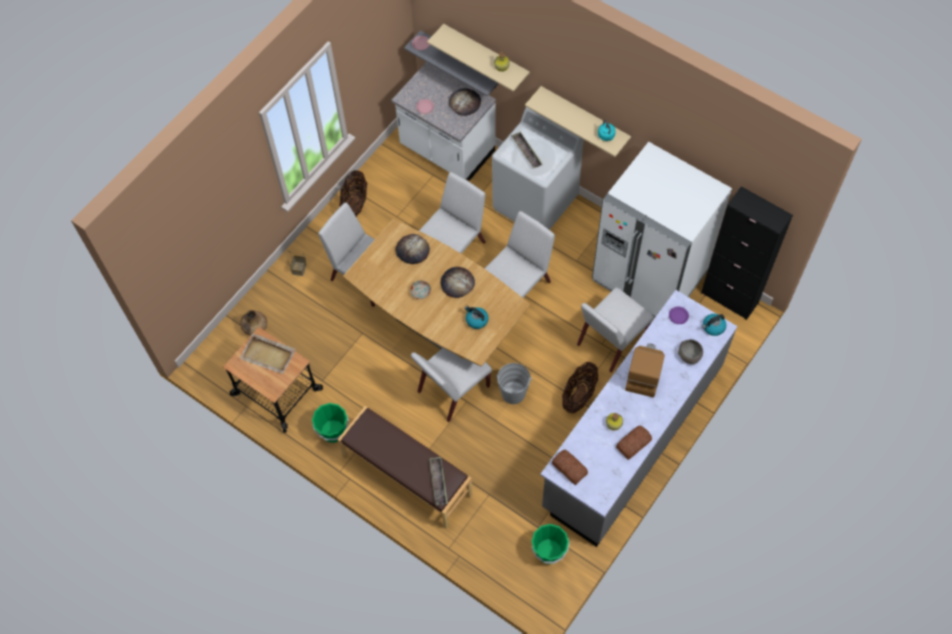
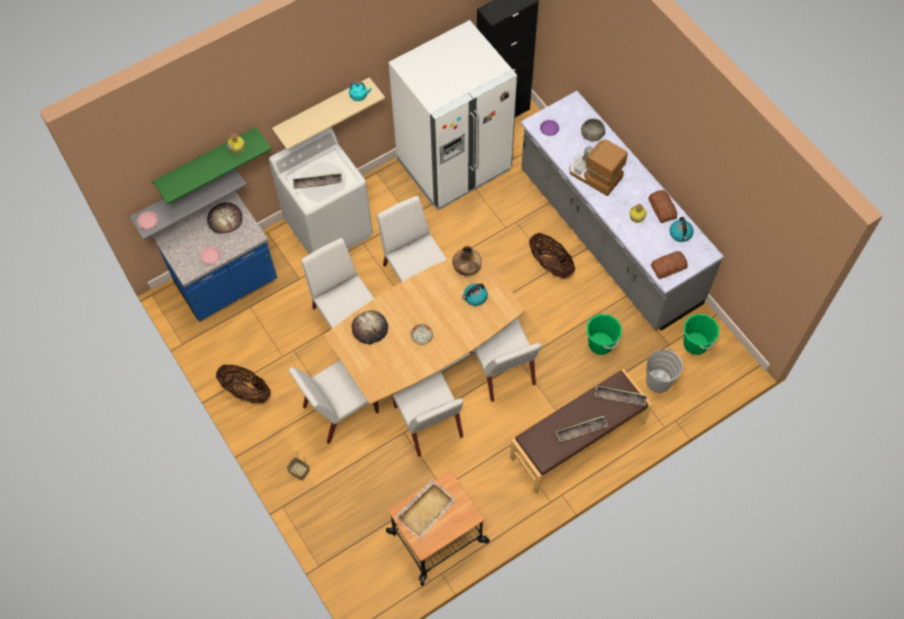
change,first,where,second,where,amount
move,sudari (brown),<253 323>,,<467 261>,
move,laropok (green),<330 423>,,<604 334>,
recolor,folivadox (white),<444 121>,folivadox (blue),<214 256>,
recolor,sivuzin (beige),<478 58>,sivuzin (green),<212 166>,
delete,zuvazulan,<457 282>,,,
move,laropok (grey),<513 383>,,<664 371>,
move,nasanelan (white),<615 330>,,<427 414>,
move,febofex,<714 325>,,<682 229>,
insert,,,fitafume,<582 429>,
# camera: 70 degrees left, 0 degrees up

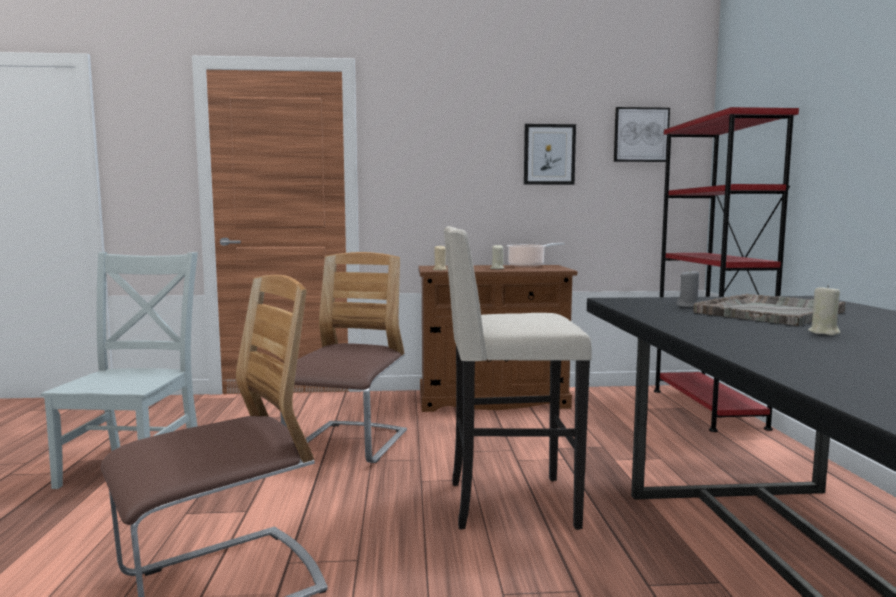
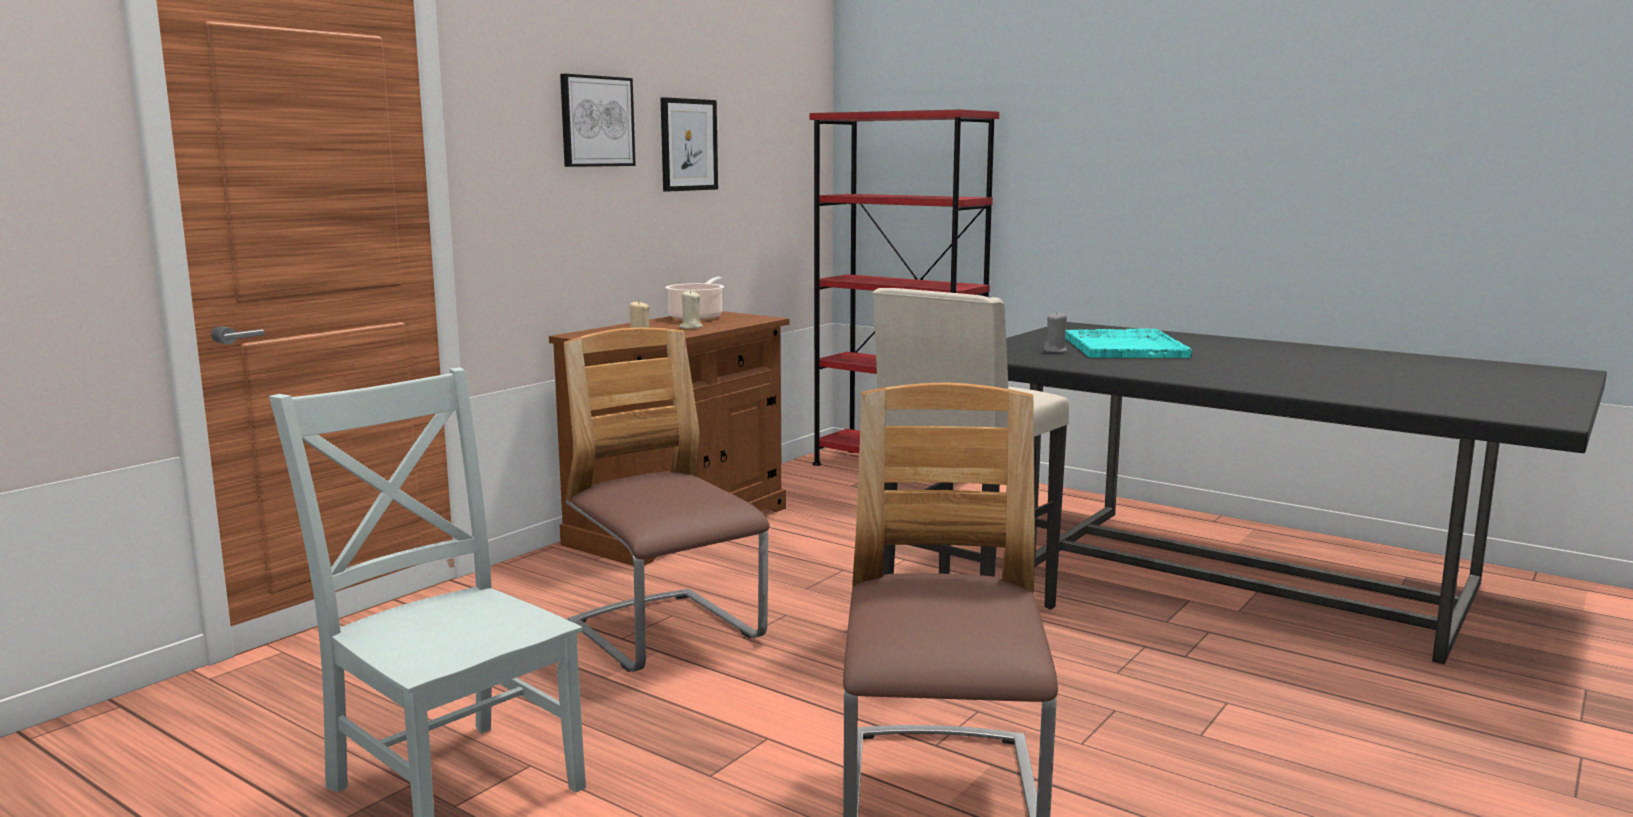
change,first,where,second,where,amount
move,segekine,<642 134>,,<598 120>,
recolor,fitafume (grey),<769 310>,fitafume (turquoise),<1128 343>,
delete,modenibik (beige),<824 310>,,,
# camera: 50 degrees left, 5 degrees up

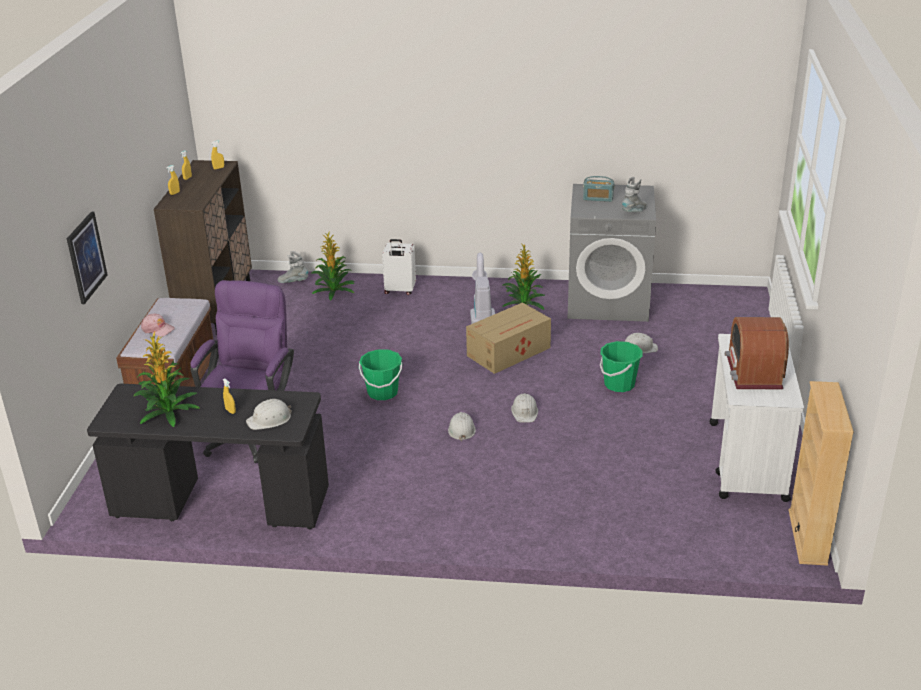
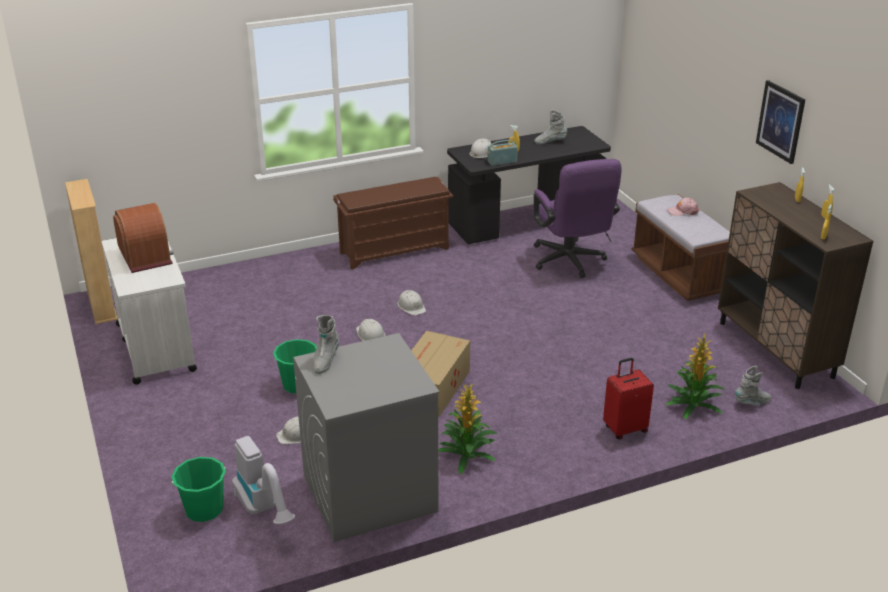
change,first,where,second,where,amount
move,segekine,<87 258>,,<780 122>,
replace,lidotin,<166 379>,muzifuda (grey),<551 127>,
move,laropok (green),<380 374>,,<198 489>,
recolor,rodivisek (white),<399 267>,rodivisek (red),<628 399>,
move,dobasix,<482 288>,,<263 480>,
move,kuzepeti,<599 189>,,<502 153>,
insert,,,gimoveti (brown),<393 223>,
# camera: 150 degrees right, 0 degrees up

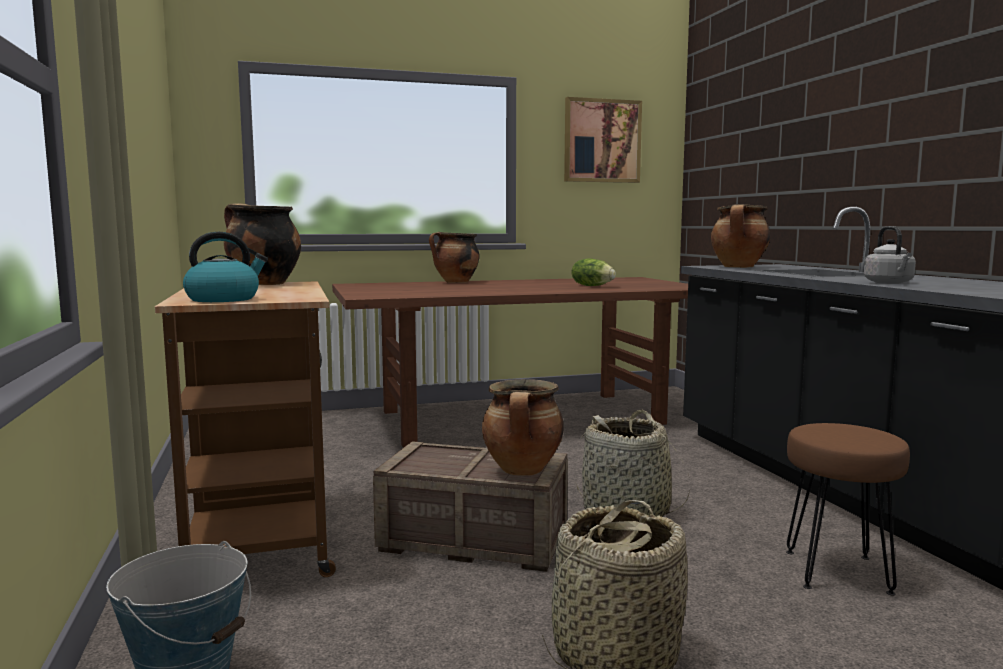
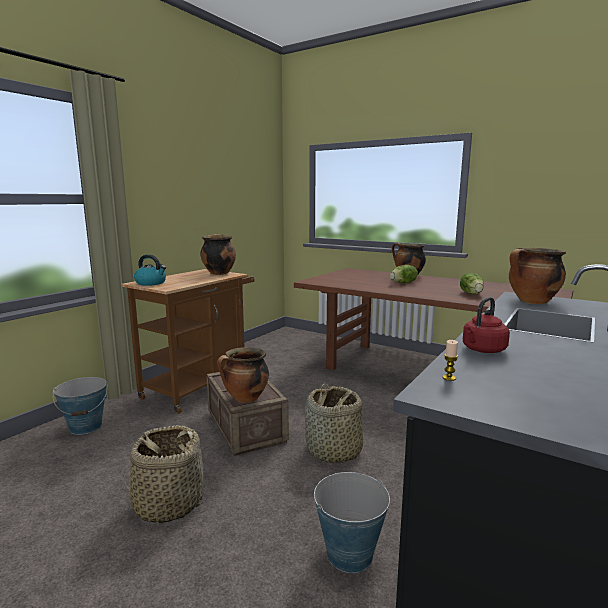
change,first,where,second,where,amount
delete,segekine,<603 140>,,,
replace,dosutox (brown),<848 509>,laropok,<351 522>,
recolor,febofex (grey),<890 255>,febofex (red),<486 325>,
insert,,,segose,<404 274>,
insert,,,modenibik,<450 360>,
# camera: 50 degrees right, 5 degrees up

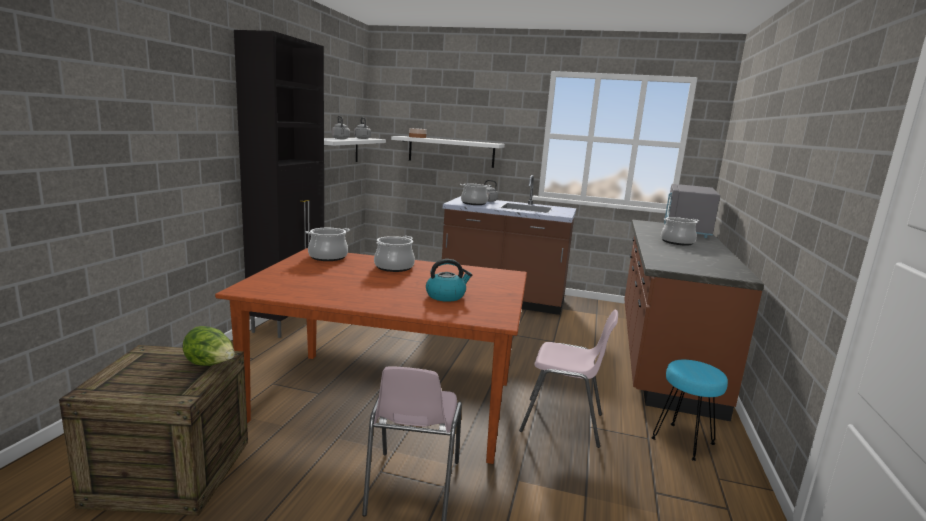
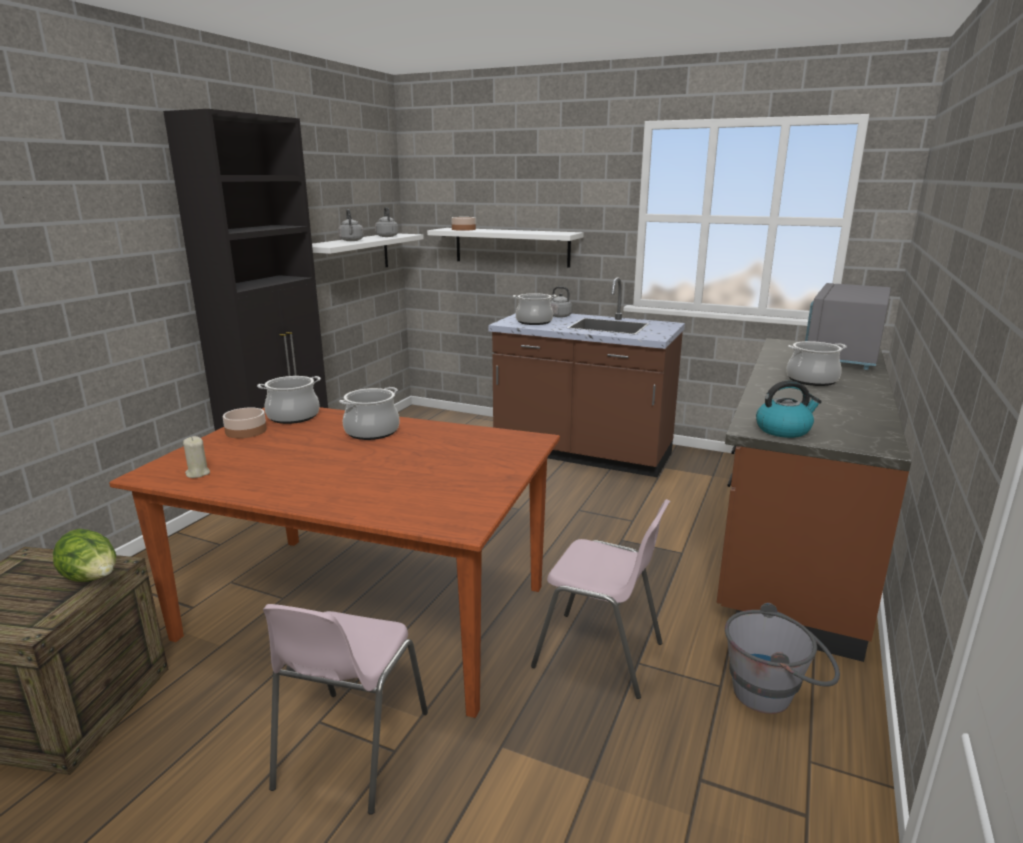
change,first,where,second,where,amount
move,febofex,<449 280>,,<789 409>,
replace,dosutox (turquoise),<689 410>,laropok (grey),<782 658>,
insert,,,modenibik (beige),<196 457>,
insert,,,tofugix,<245 422>,
# camera: 10 degrees right, 5 degrees up

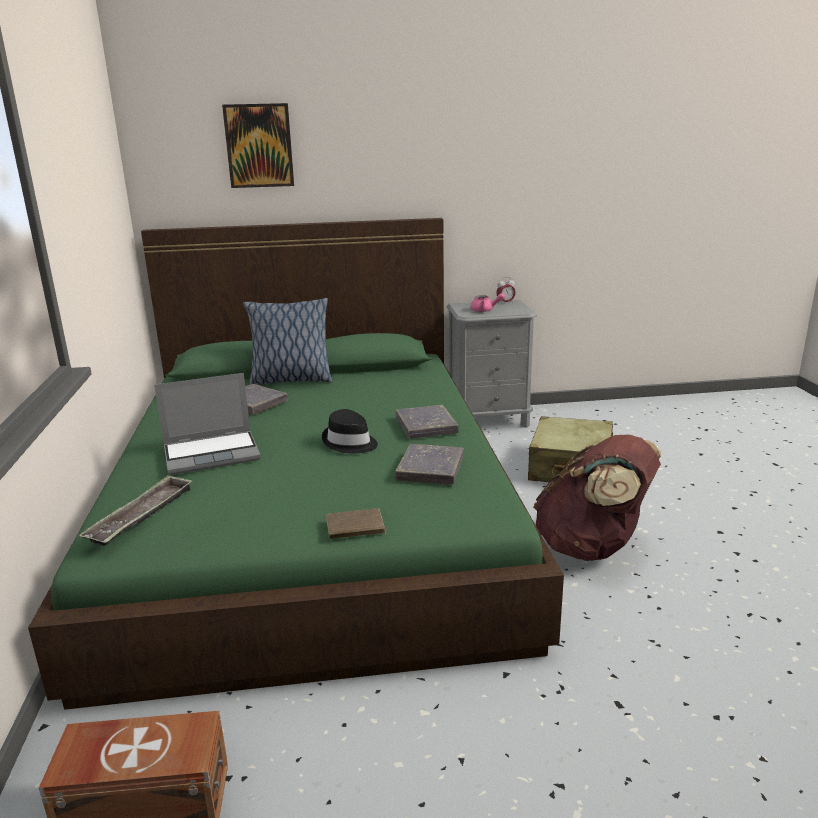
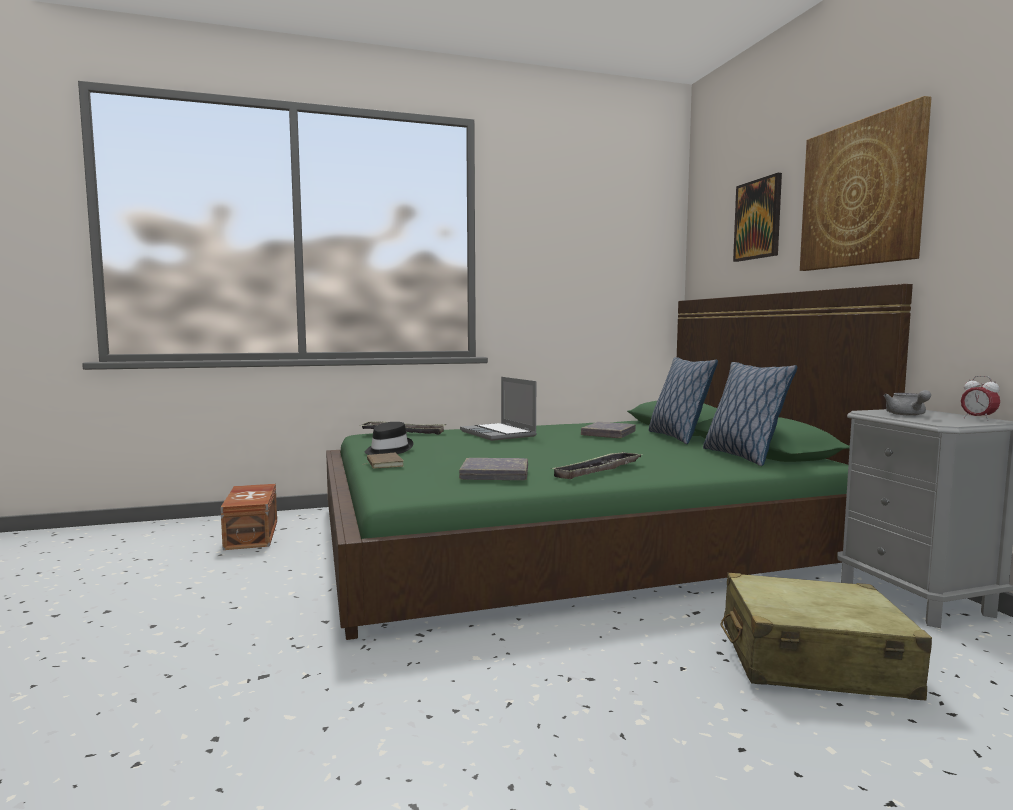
change,first,where,second,where,amount
move,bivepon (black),<350 431>,,<389 438>,
replace,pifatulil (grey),<427 422>,fitafume,<597 465>,
recolor,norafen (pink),<488 302>,norafen (grey),<907 403>,
delete,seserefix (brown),<597 498>,,,
insert,,,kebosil,<750 414>,
insert,,,segekine,<866 183>,
# camera: 80 degrees right, 15 degrees down

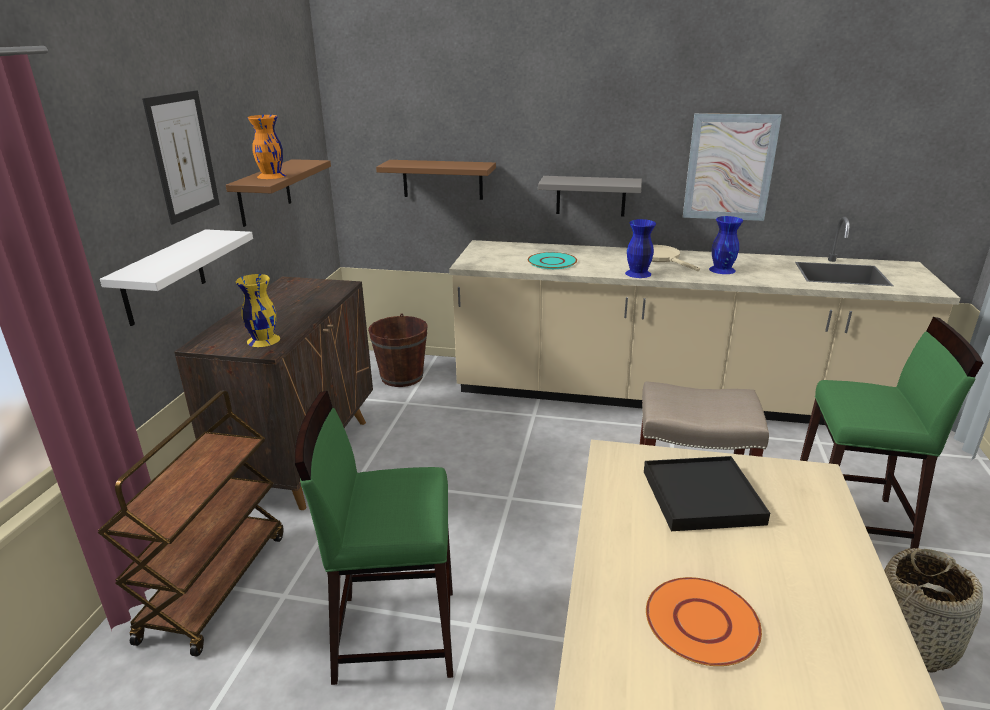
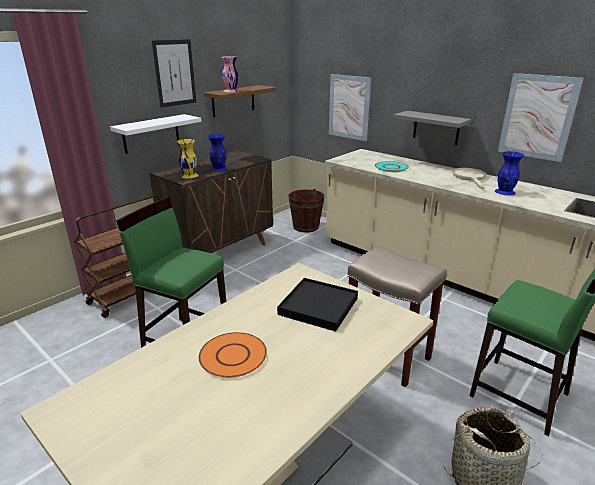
change,first,where,second,where,amount
recolor,sudari (orange),<267 147>,sudari (pink),<230 74>,
replace,sivuzin (brown),<436 180>,segekine,<350 107>,
move,sudari (blue),<640 248>,,<217 153>,
# camera: 30 degrees right, 0 degrees up

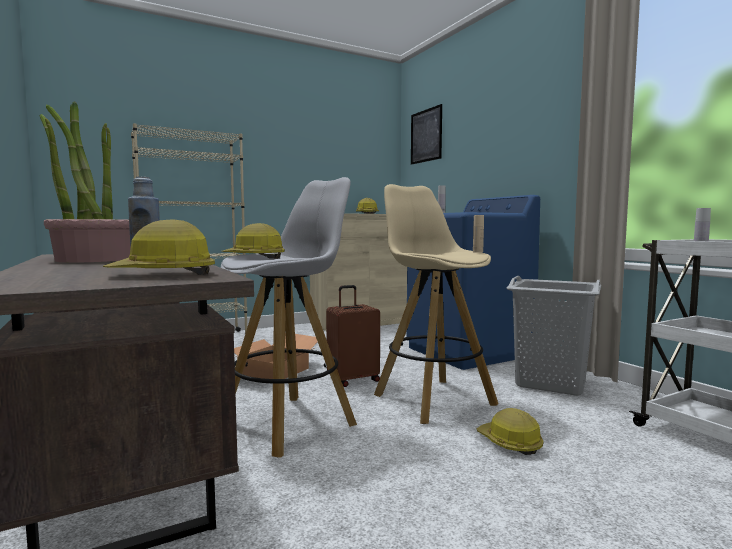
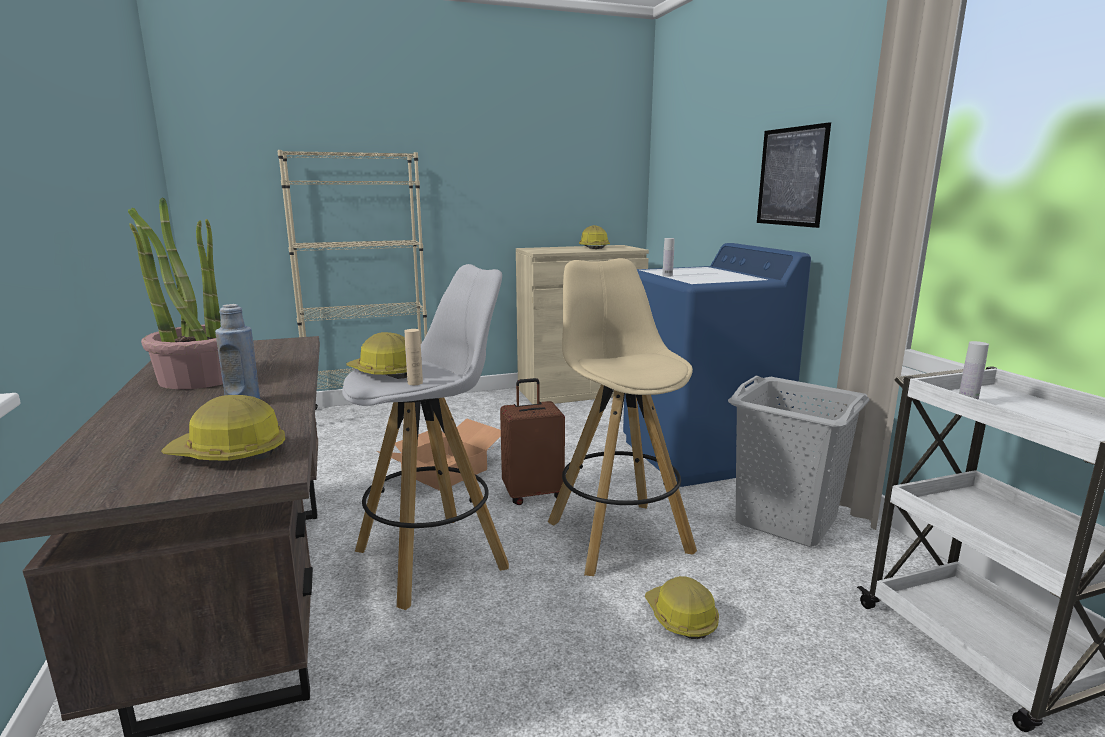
change,first,where,second,where,amount
move,segekine,<426 134>,,<794 175>,
move,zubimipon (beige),<478 234>,,<414 357>,
# camera: 10 degrees right, 10 degrees up

